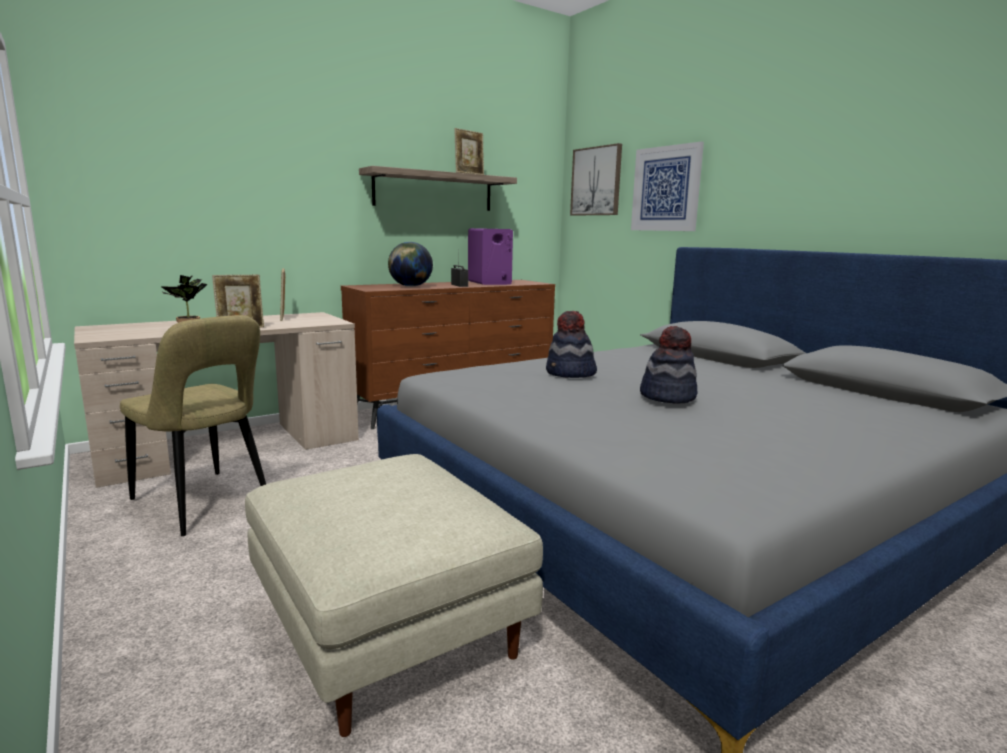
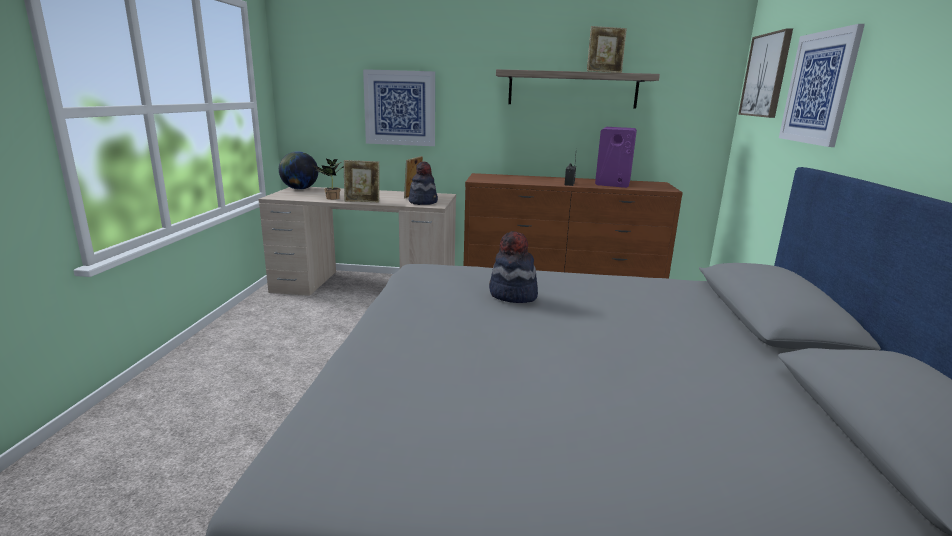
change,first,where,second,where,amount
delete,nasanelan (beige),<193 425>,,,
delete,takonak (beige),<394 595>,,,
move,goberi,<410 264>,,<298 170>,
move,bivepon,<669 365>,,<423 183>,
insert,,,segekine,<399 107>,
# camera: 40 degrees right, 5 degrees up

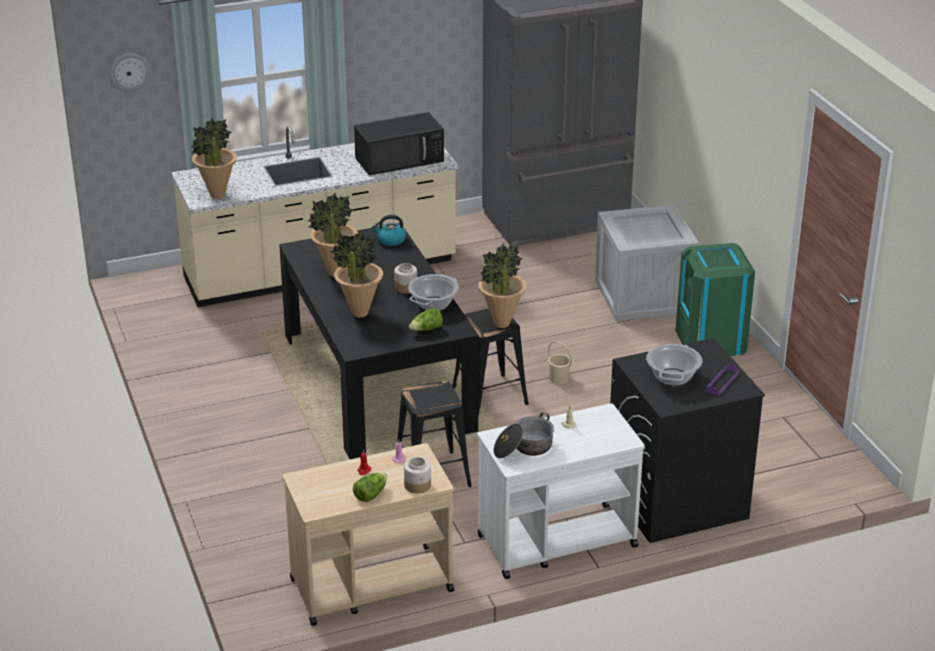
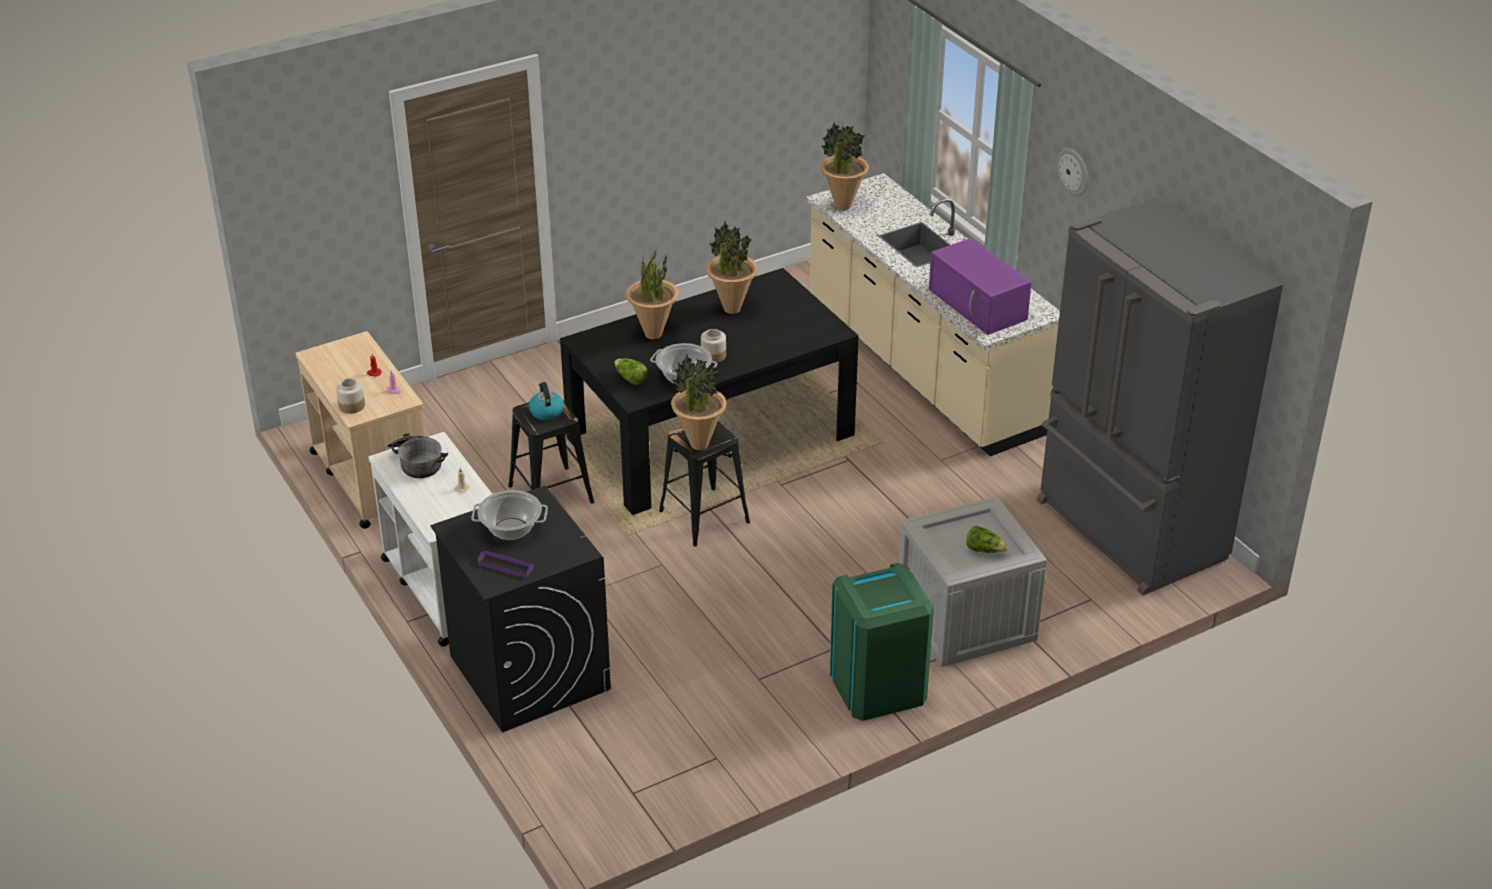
change,first,where,second,where,amount
move,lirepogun,<130 72>,,<1072 172>,
move,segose,<370 487>,,<987 539>,
recolor,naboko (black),<399 144>,naboko (purple),<980 286>,
move,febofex,<389 230>,,<546 401>,
delete,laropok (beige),<560 362>,,,
# camera: 80 degrees right, 5 degrees up

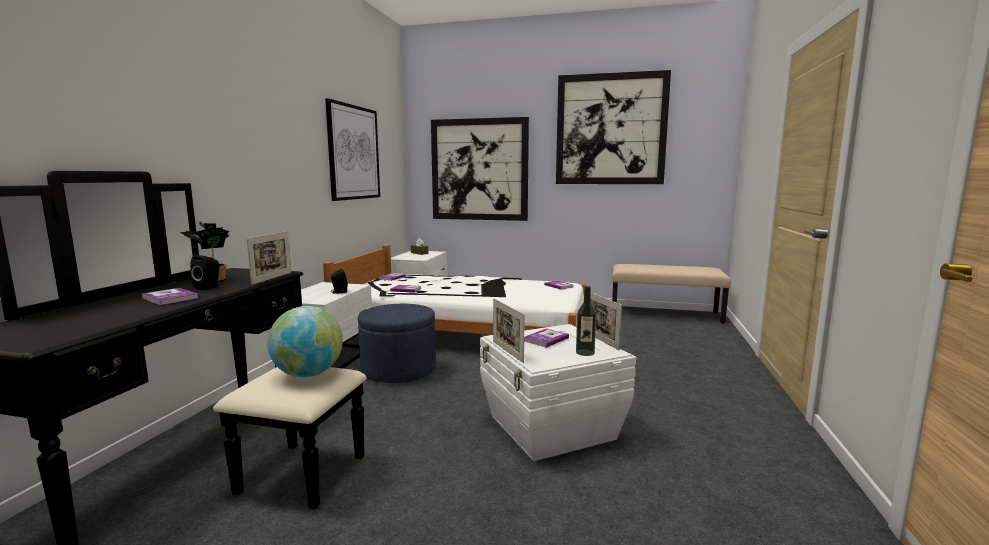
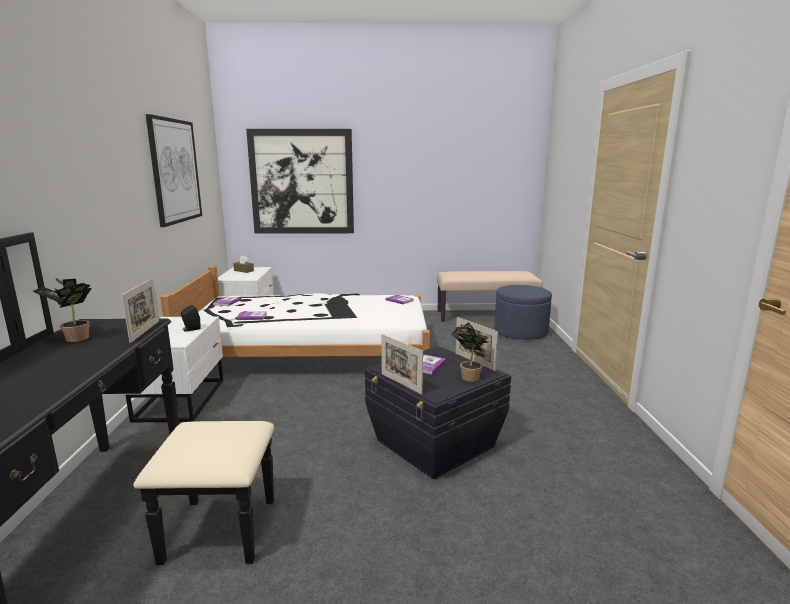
change,first,where,second,where,amount
delete,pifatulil,<170 296>,,,
delete,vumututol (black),<204 272>,,,
delete,goberi,<305 341>,,,
move,takonak (blue),<397 343>,,<523 312>,
recolor,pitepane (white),<558 392>,pitepane (black),<438 412>,
delete,segekine,<613 127>,,,
replace,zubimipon,<586 321>,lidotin,<470 352>,
# camera: 15 degrees left, 5 degrees up

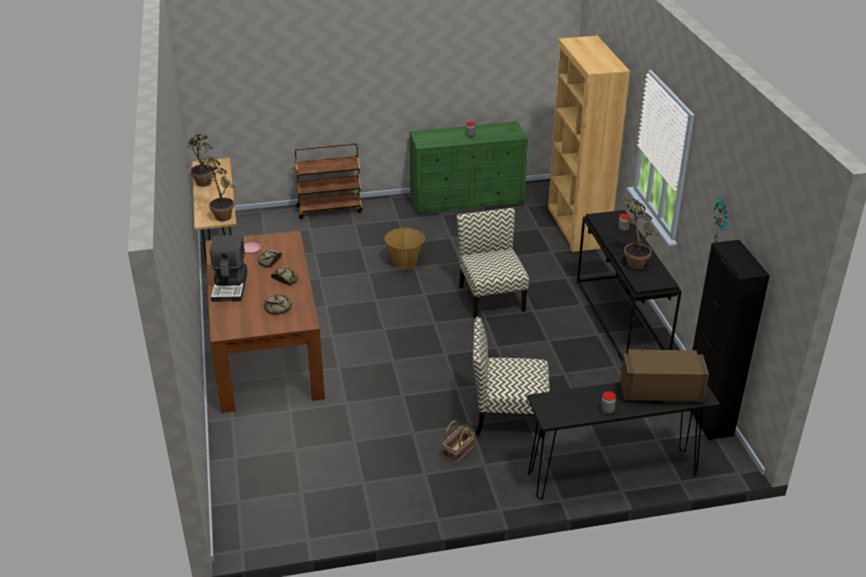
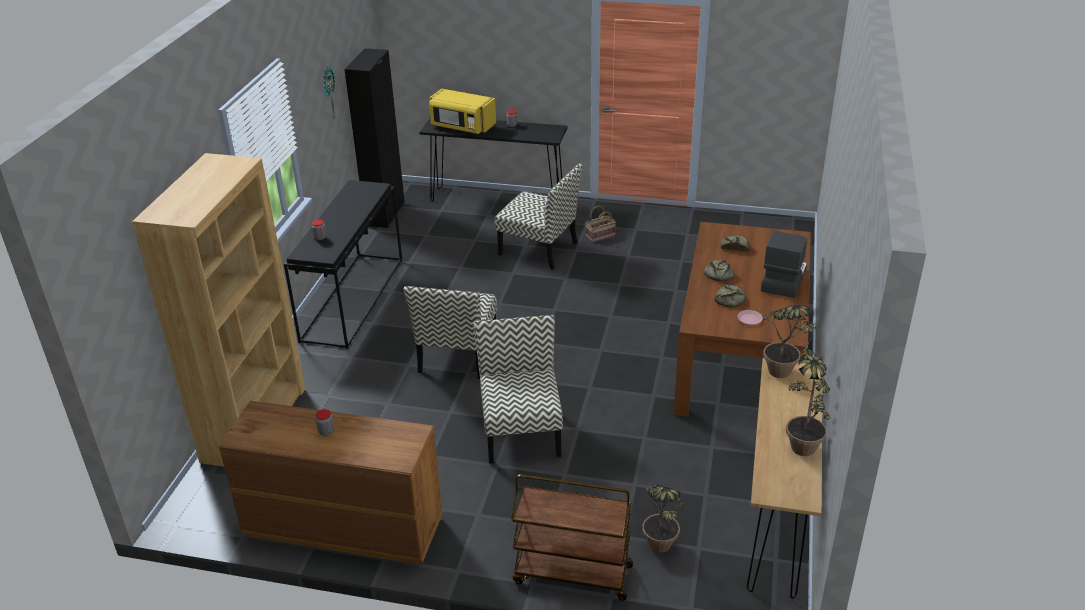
change,first,where,second,where,amount
replace,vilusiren,<404 248>,nasanelan,<518 389>,
recolor,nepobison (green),<468 167>,nepobison (brown),<331 482>,
move,lidotin,<639 231>,,<663 518>,
recolor,naboko (brown),<664 375>,naboko (yellow),<462 111>,
# camera: 155 degrees left, 0 degrees up

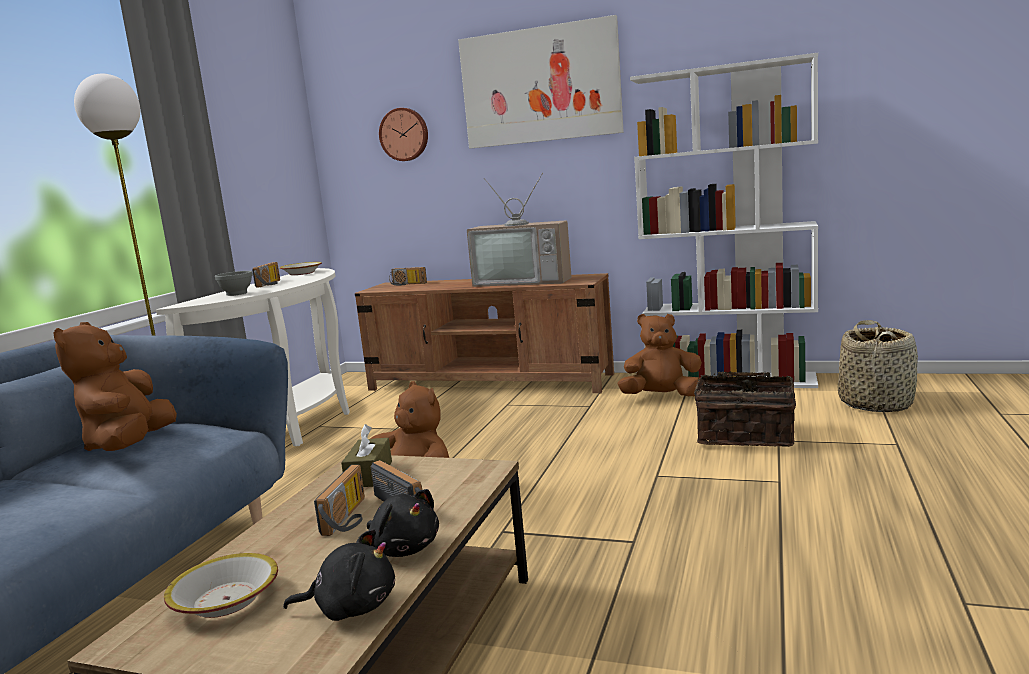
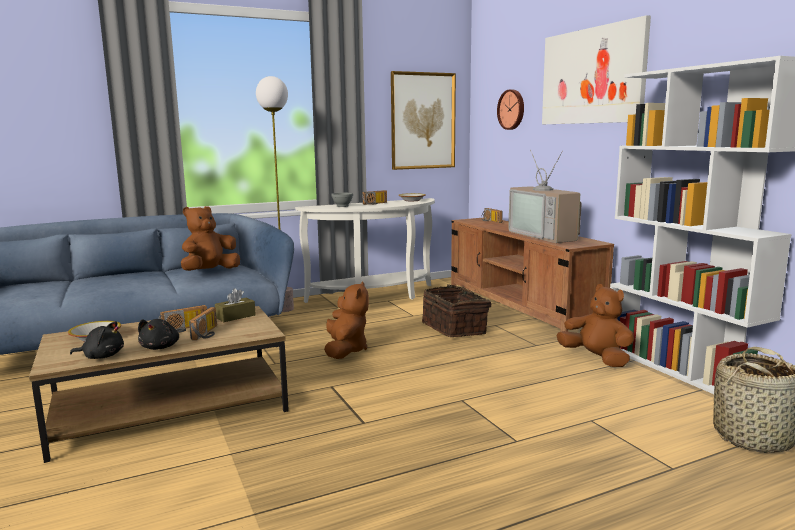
change,first,where,second,where,amount
rotate,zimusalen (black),<339 575>,,<97 340>,45 degrees counterclockwise
move,vilusiren,<745 409>,,<456 310>,
insert,,,segekine,<423 120>,
# camera: 45 degrees right, 0 degrees up

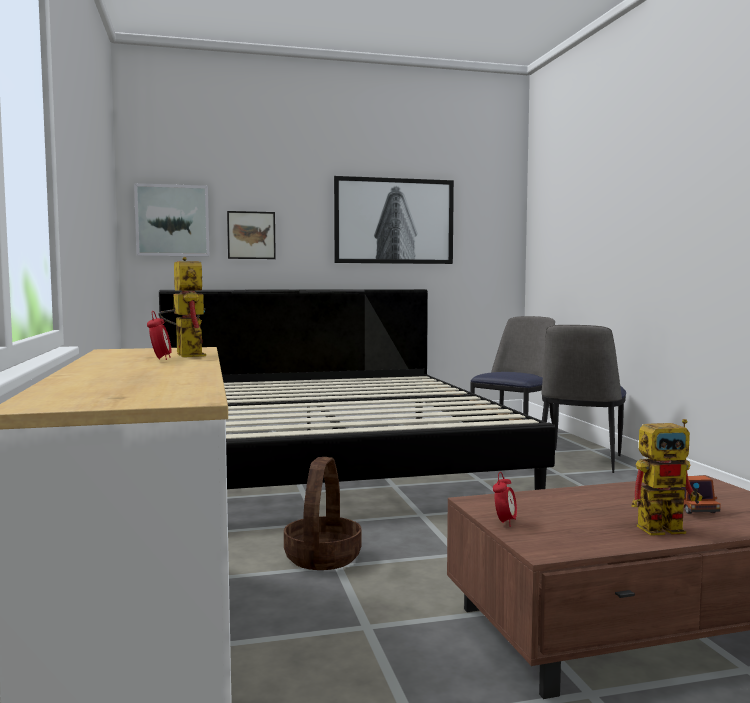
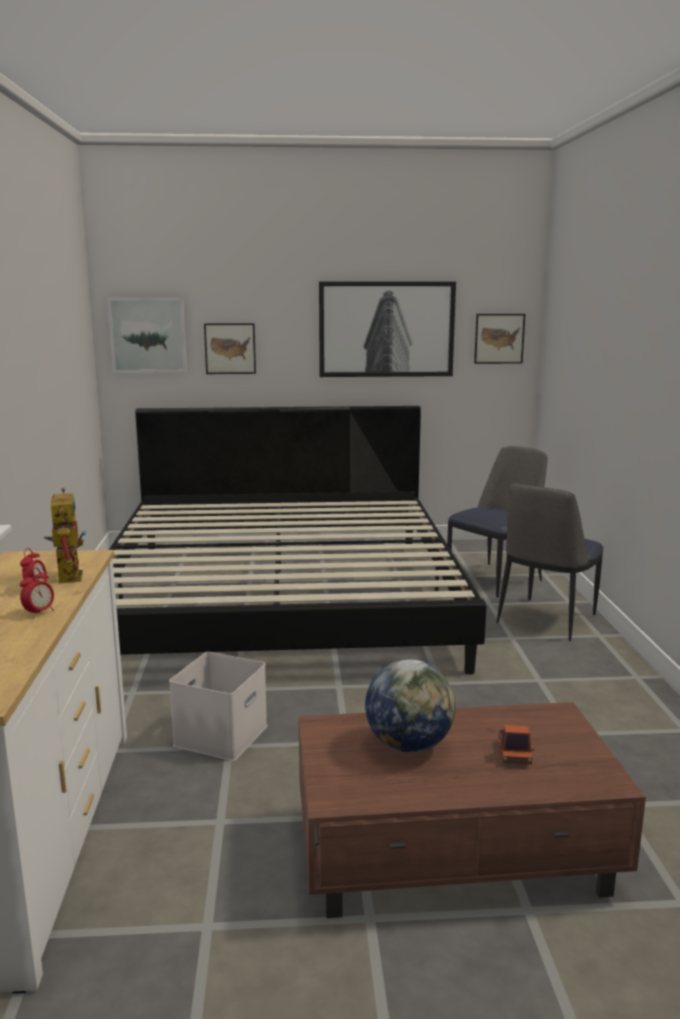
change,first,where,second,where,amount
replace,vilusiren,<323 513>,pitepane (white),<218 706>,
move,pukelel,<505 499>,,<37 592>,
delete,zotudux,<667 477>,,,
insert,,,goberi,<410 706>,
insert,,,segekine,<500 339>,
# camera: 10 degrees right, 10 degrees up

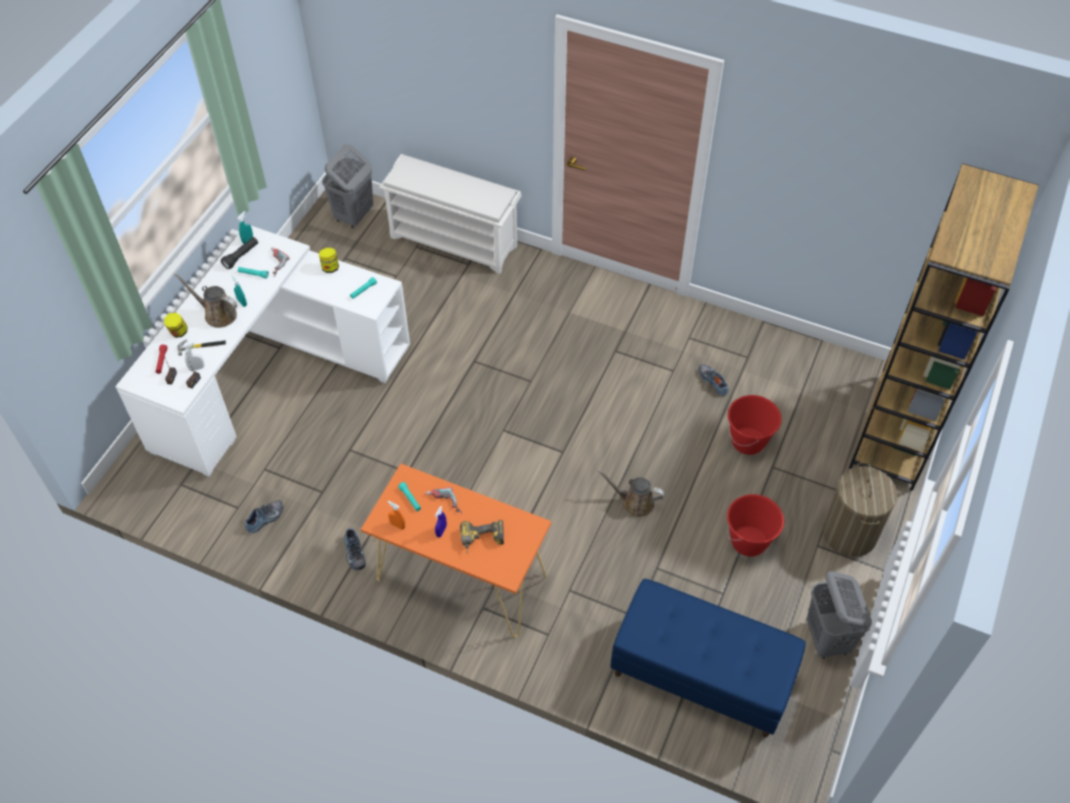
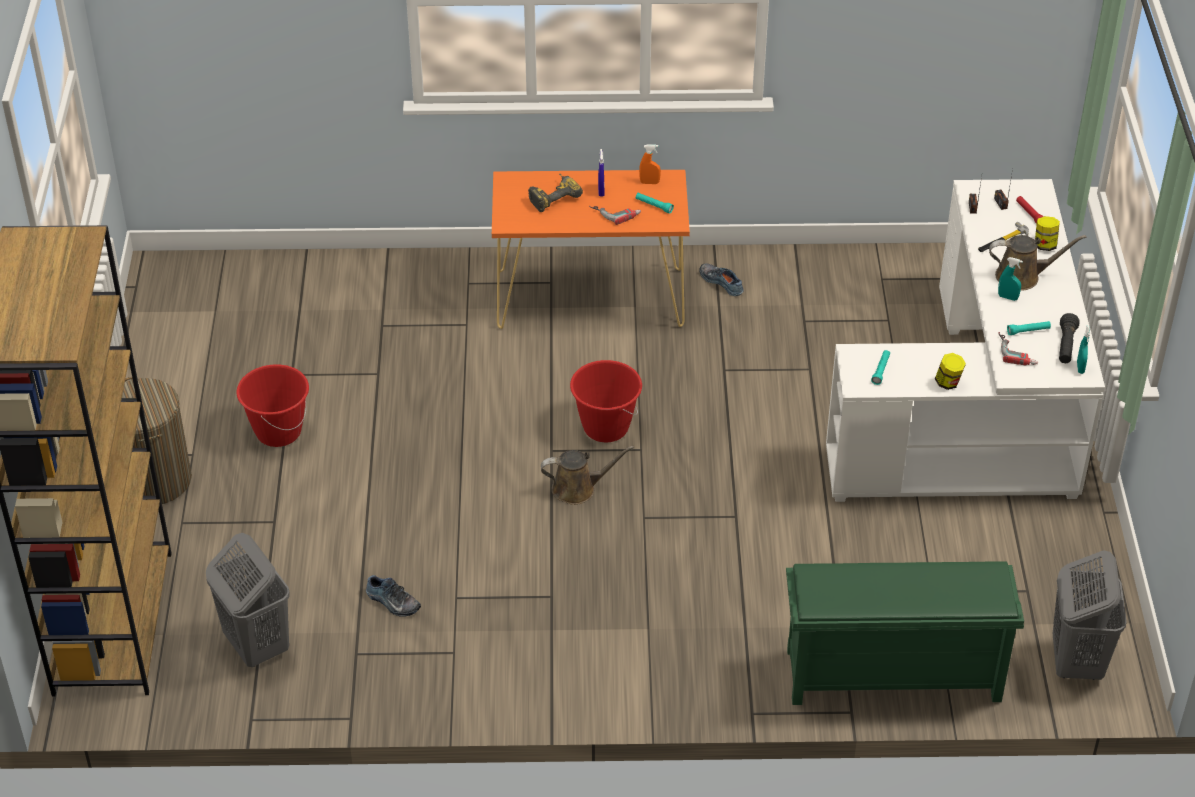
change,first,where,second,where,amount
delete,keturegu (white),<193 356>,,,
delete,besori,<264 516>,,,
recolor,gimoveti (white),<450 214>,gimoveti (green),<905 633>,
move,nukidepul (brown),<631 493>,,<587 475>,
delete,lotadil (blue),<708 658>,,,
move,laropok (red),<755 425>,,<606 401>,
move,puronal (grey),<839 615>,,<248 600>,
# camera: 155 degrees right, 10 degrees down

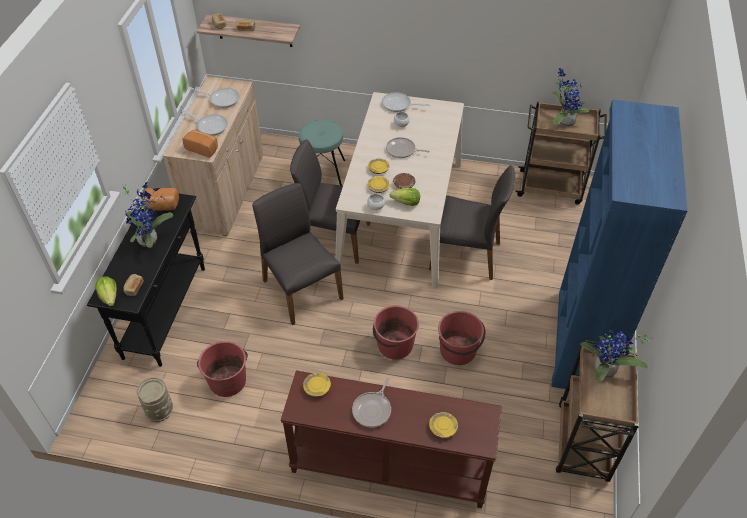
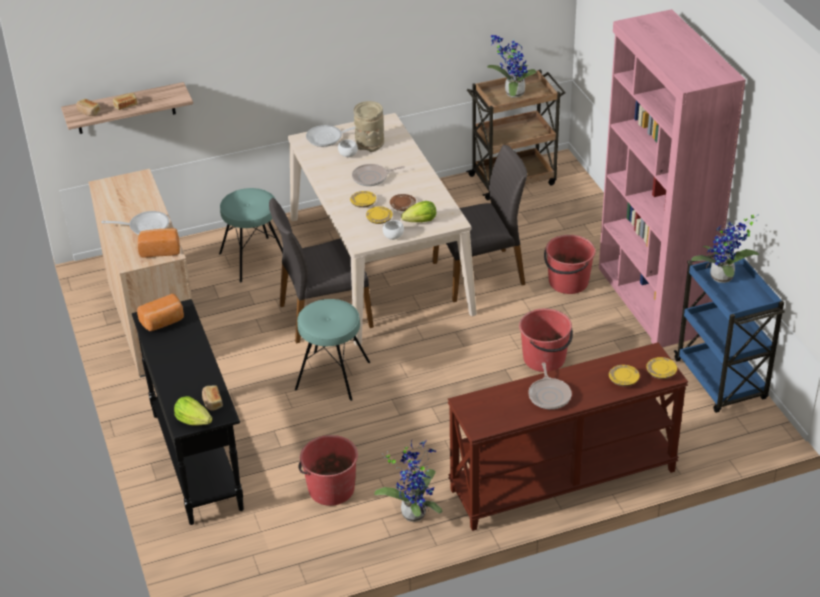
change,first,where,second,where,amount
move,lidotin,<147 215>,,<408 481>,
move,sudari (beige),<155 400>,,<369 126>,
delete,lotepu,<215 98>,,,
replace,nasanelan (grey),<298 254>,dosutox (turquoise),<332 350>,
move,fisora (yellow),<317 385>,,<661 368>,
move,laropok (red),<396 332>,,<570 264>,
recolor,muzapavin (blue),<619 244>,muzapavin (pink),<672 178>,
recolor,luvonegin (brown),<597 411>,luvonegin (blue),<729 332>,
# camera: 30 degrees left, 10 degrees down

